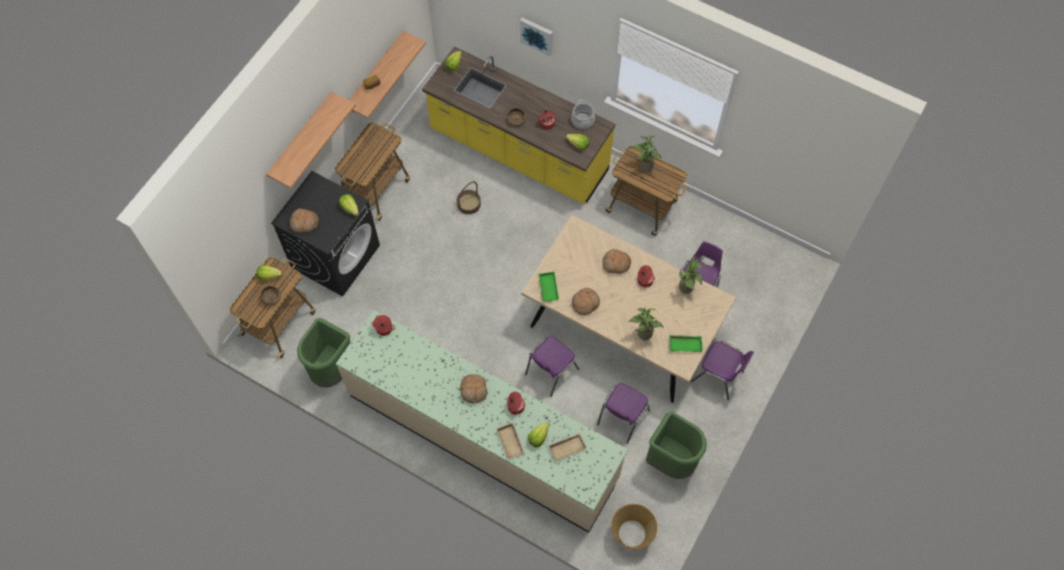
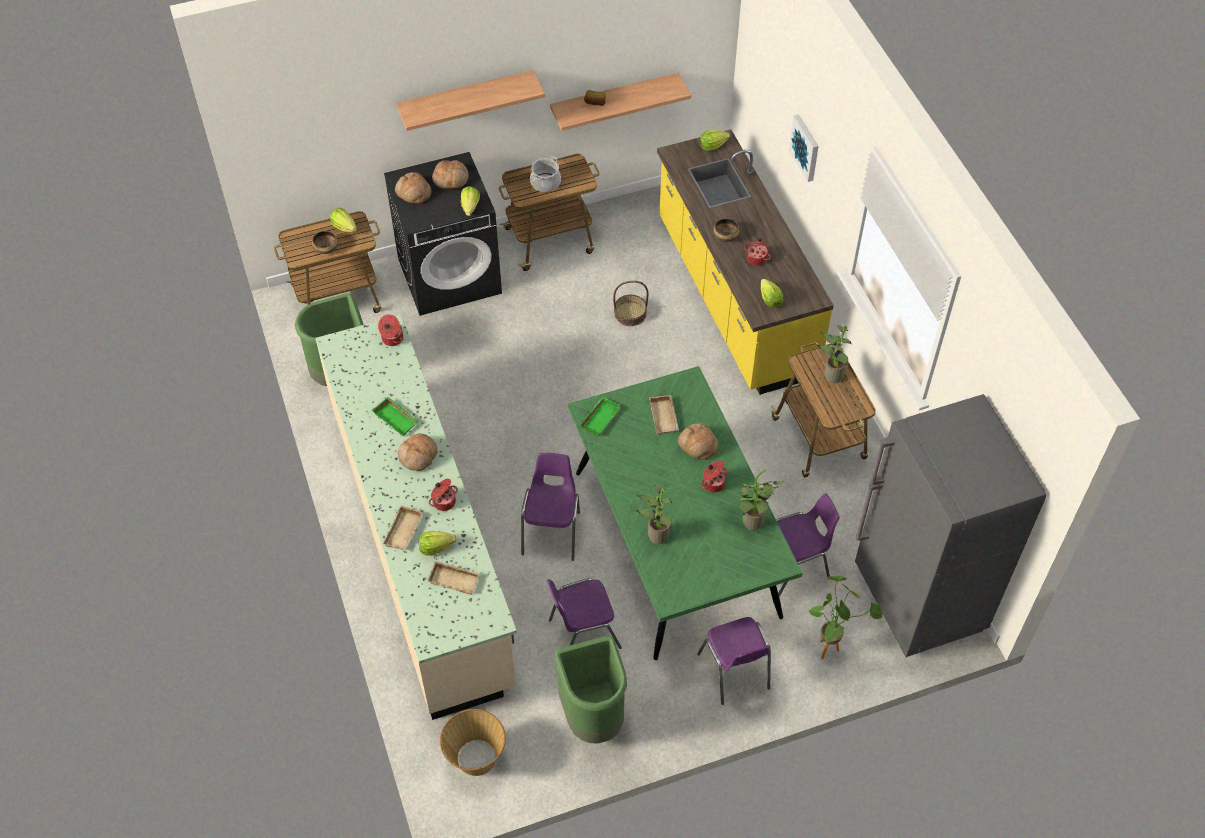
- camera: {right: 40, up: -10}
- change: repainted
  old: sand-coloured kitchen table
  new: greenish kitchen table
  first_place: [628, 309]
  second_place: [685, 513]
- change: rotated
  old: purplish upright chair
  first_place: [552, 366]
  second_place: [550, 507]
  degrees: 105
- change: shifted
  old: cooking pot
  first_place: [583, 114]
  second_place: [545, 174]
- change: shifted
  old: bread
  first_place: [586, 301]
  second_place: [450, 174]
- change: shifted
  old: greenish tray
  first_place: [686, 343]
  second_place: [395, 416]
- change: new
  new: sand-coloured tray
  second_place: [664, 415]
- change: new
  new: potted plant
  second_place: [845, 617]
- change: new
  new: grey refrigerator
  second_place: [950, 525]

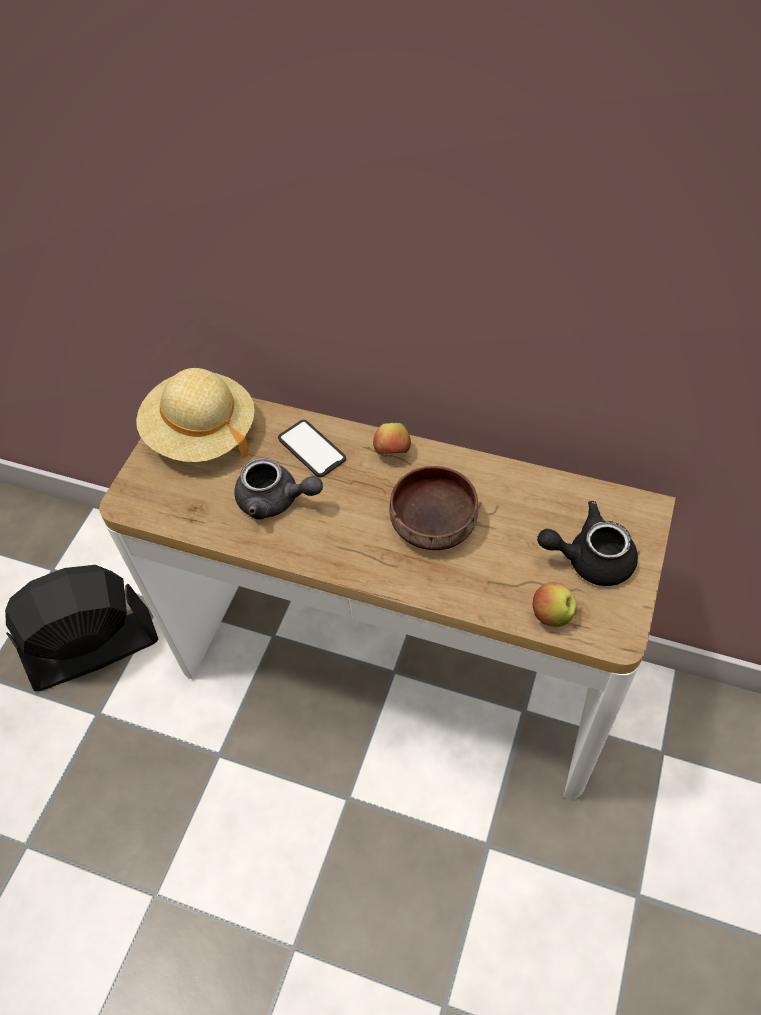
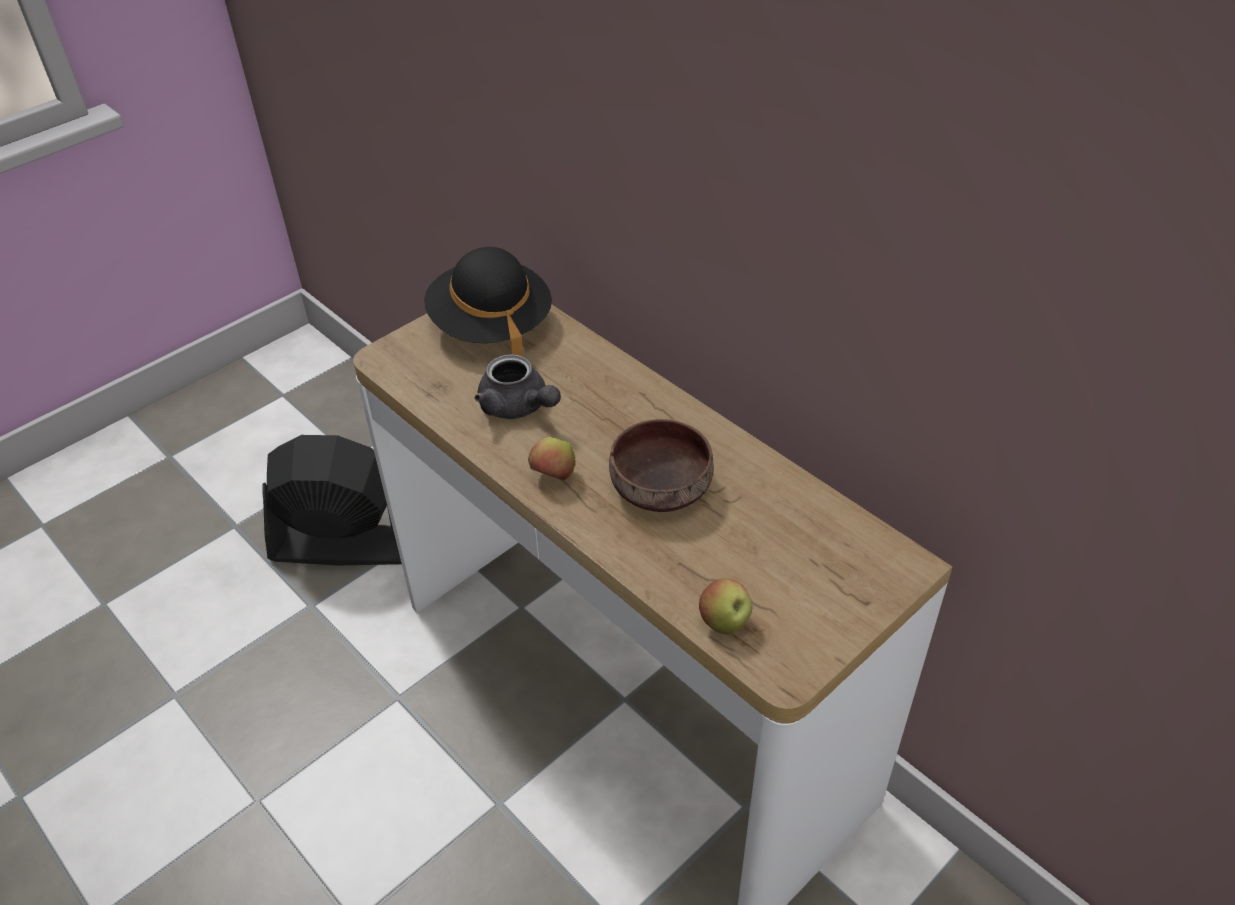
- camera: {right: 25, up: -10}
- change: repainted
  old: sand-coloured wearable hat
  new: black wearable hat
  first_place: [195, 415]
  second_place: [488, 301]
- change: gone
  old: telephone
  first_place: [312, 448]
- change: shifted
  old: apple
  first_place: [392, 438]
  second_place: [551, 459]
- change: gone
  old: black tea pot
  first_place: [587, 543]

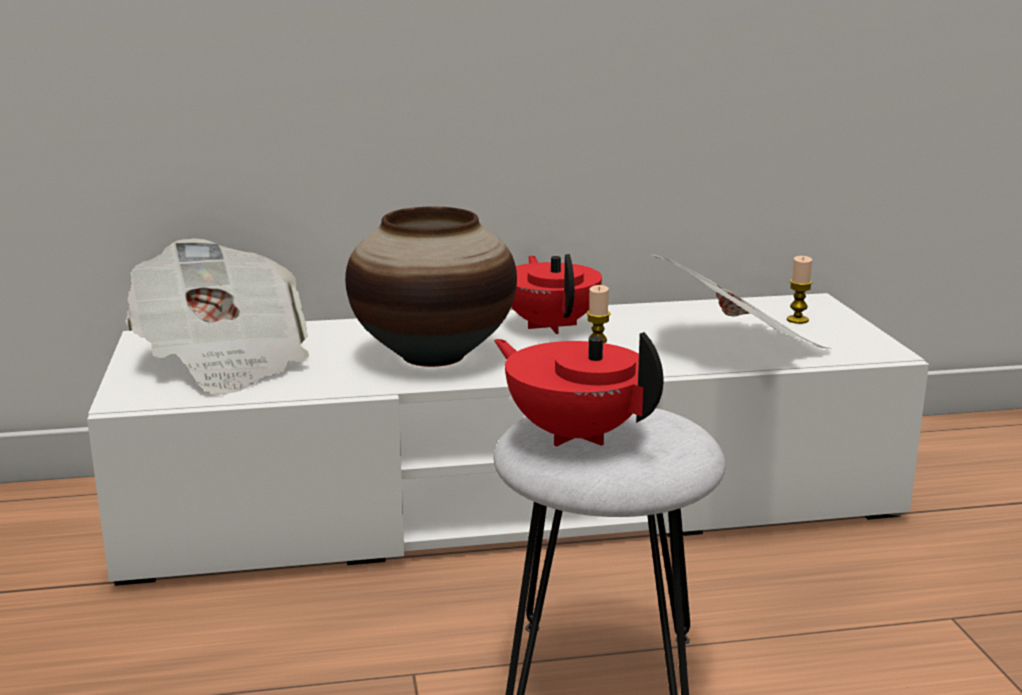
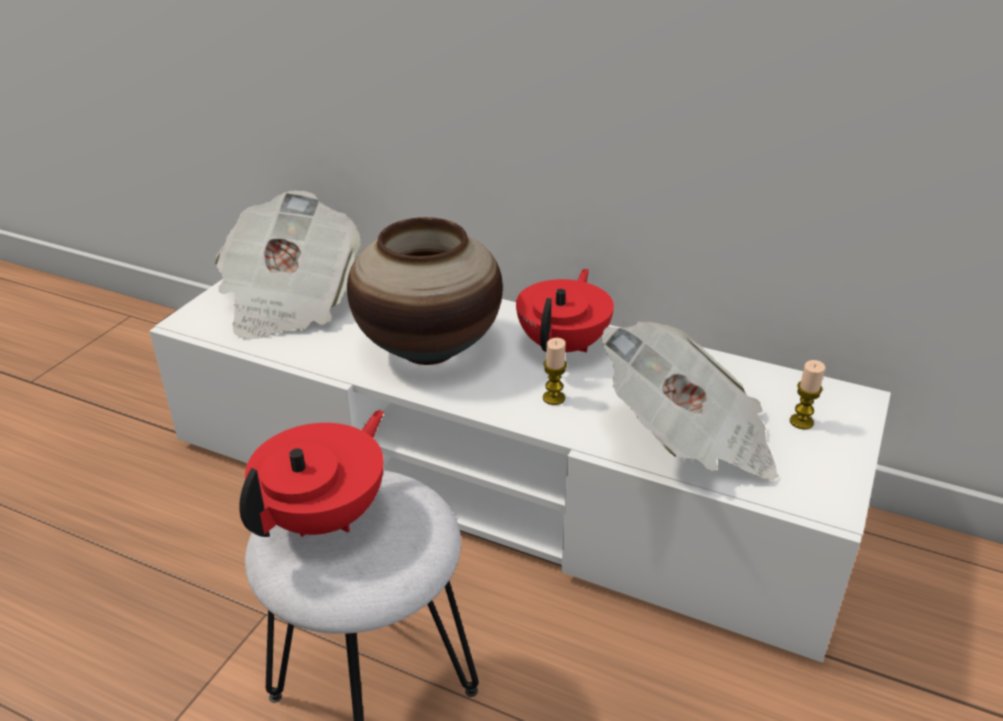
- camera: {right: 35, up: 15}
- change: rotated
  old: red tea pot
  first_place: [578, 389]
  second_place: [311, 473]
  degrees: 45

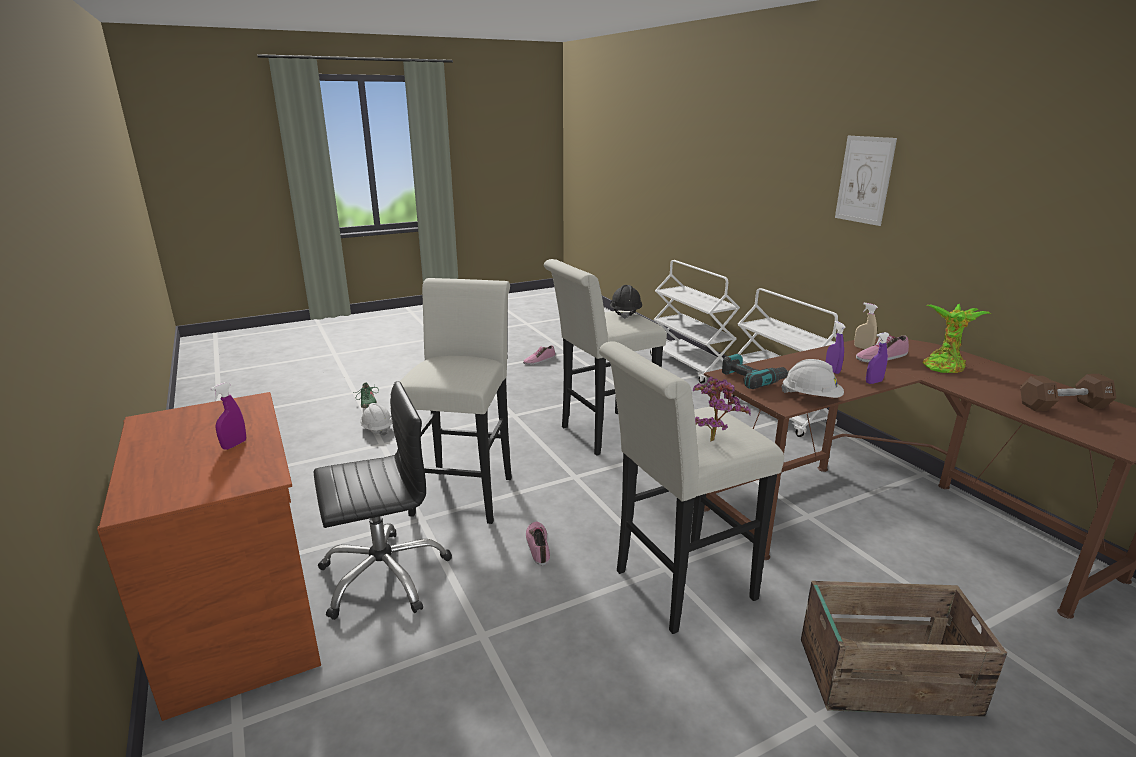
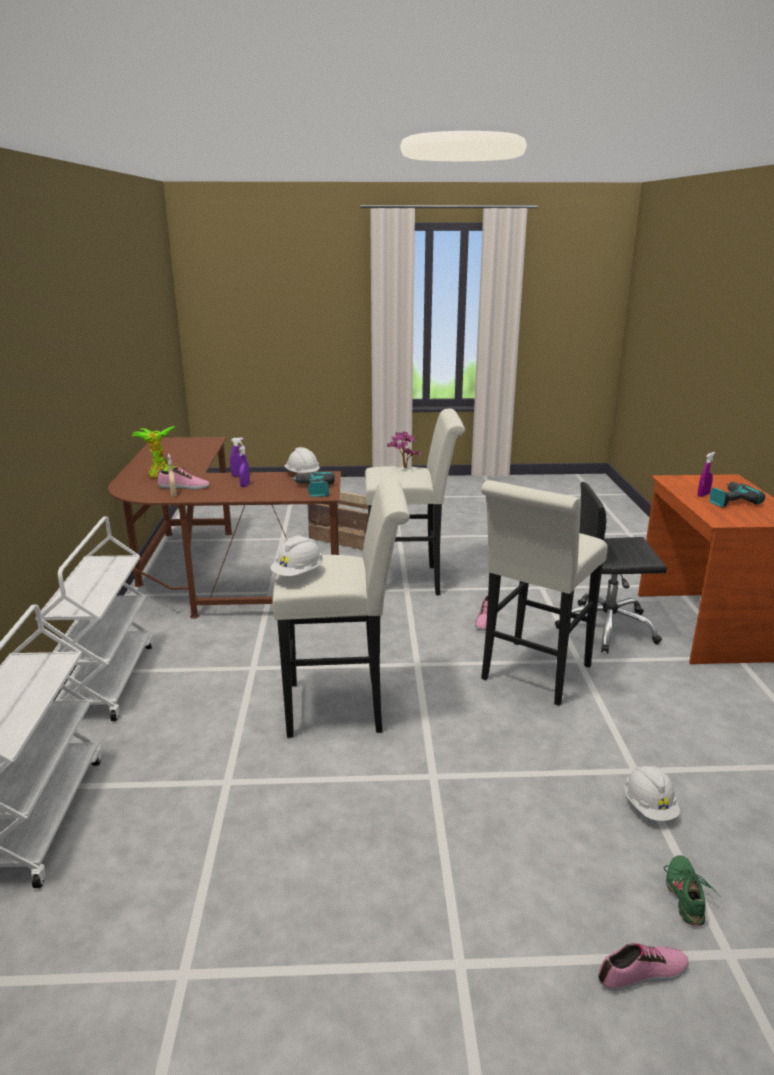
- camera: {right: -155, up: 0}
- change: shifted
  old: low shoe
  first_place: [539, 355]
  second_place: [643, 967]
- change: repainted
  old: black safety helmet
  new: white safety helmet
  first_place: [626, 302]
  second_place: [296, 555]
- change: gone
  old: picture
  first_place: [866, 181]
- change: gone
  old: brown-coloured free weight
  first_place: [1068, 392]
- change: new
  new: electric drill
  second_place: [737, 495]

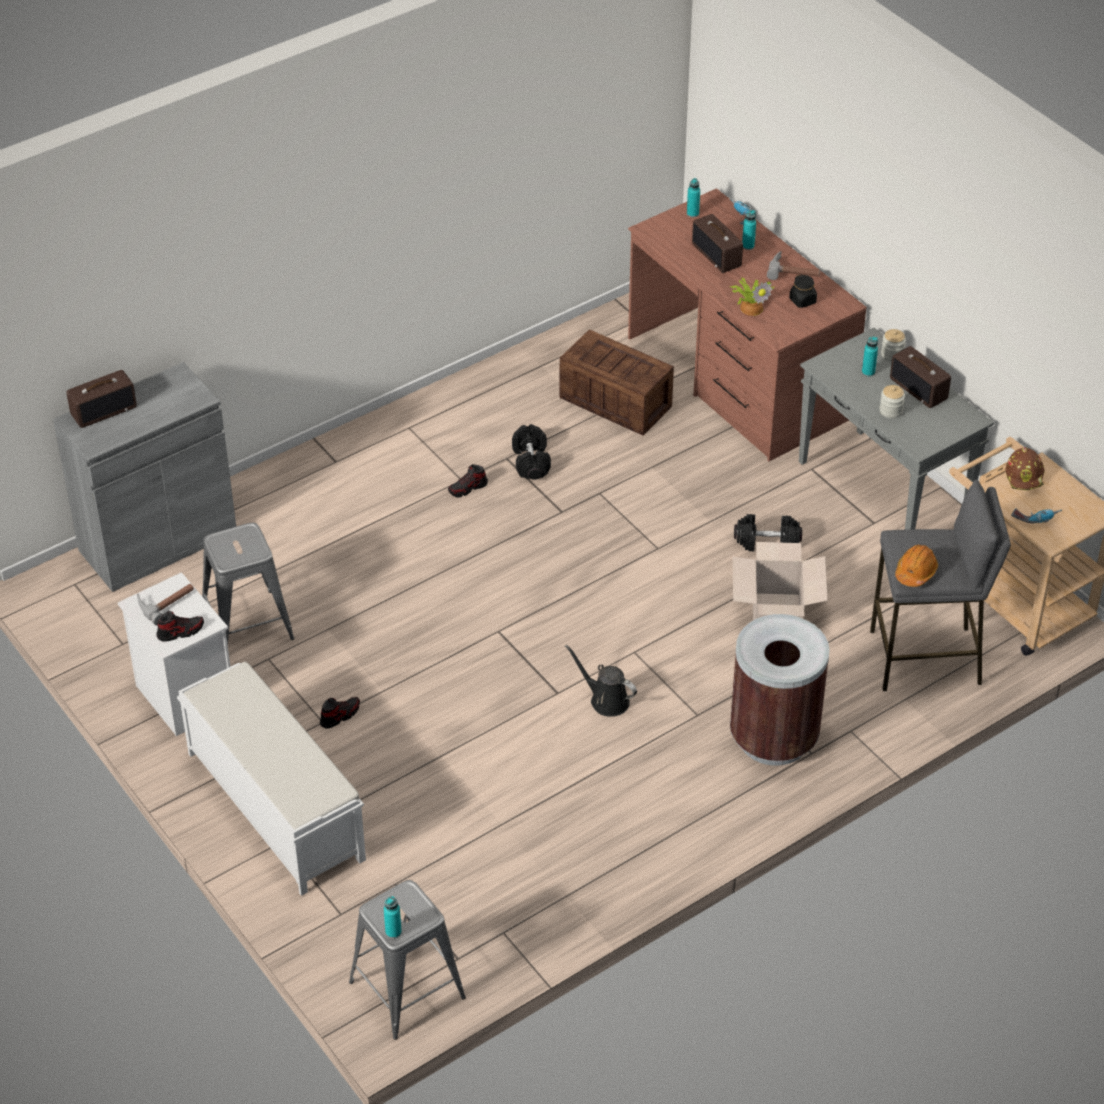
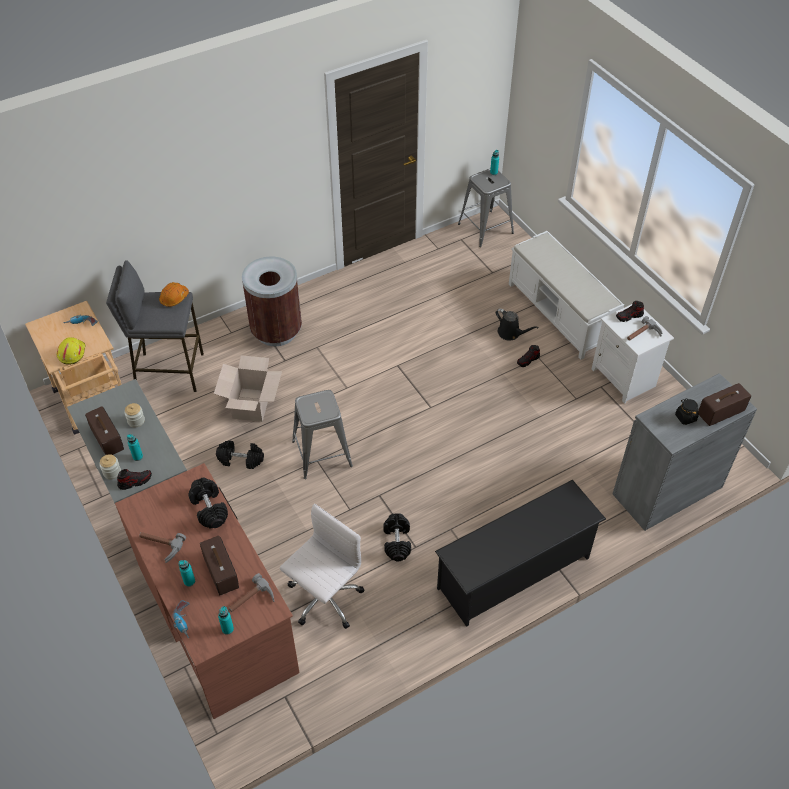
- camera: {right: -175, up: 5}
- change: shifted
  old: grey stool seat
  first_place: [248, 583]
  second_place: [322, 434]
- change: shifted
  old: low shoe
  first_place: [468, 480]
  second_place: [134, 479]
- change: swapped
  old: packing crate
  new: white computer chair
  first_place: [617, 382]
  second_place: [322, 566]
- change: shifted
  old: black sprinkling can
  first_place: [601, 680]
  second_place: [517, 324]
- change: swapped
  old: potted plant
  new: black free weight
  first_place: [752, 297]
  second_place: [208, 503]
- change: shifted
  old: black storage jar
  first_place: [803, 291]
  second_place: [687, 411]
- change: repainted
  old: brown-coloured safety helmet
  new: yellow-coloured safety helmet
  first_place: [1025, 468]
  second_place: [71, 351]
- change: new
  new: hammer
  second_place: [251, 592]
- change: new
  new: black shoe shelf
  second_place: [520, 553]

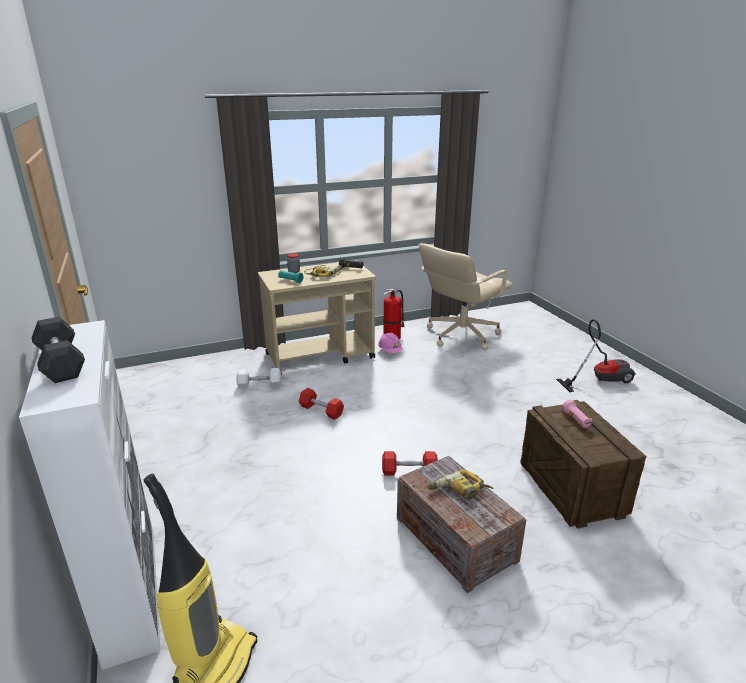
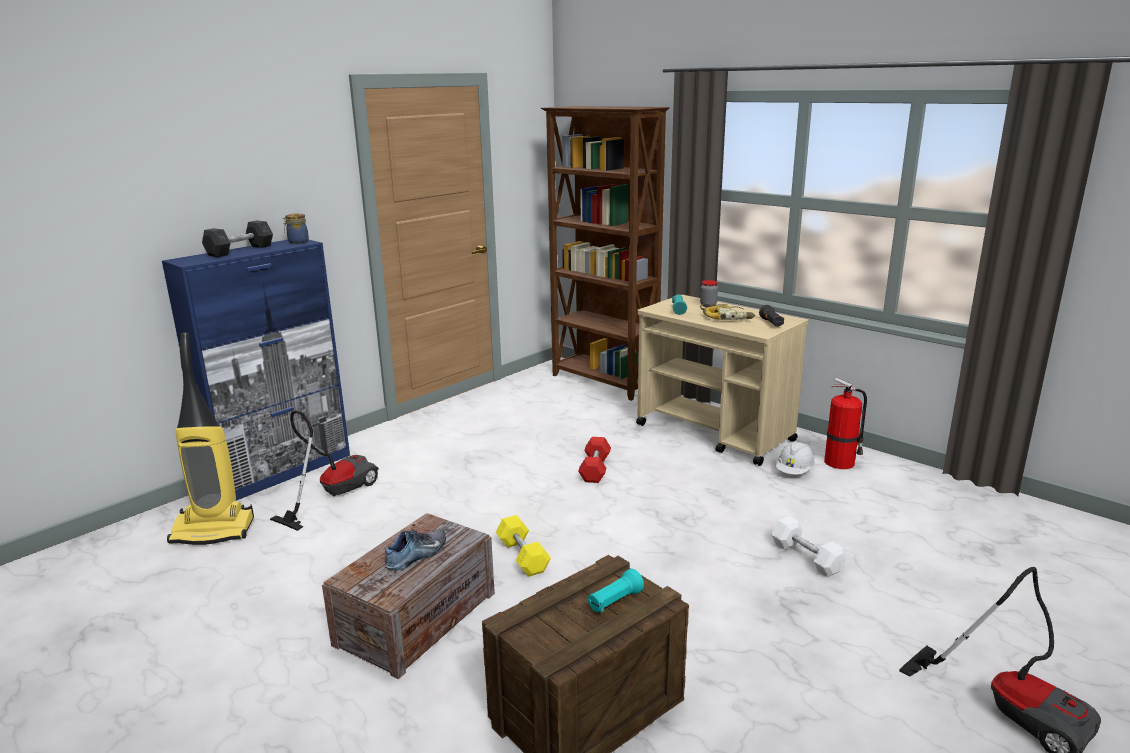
- camera: {right: 65, up: -5}
- change: repainted
  old: white cupboard
  new: blue-coloured cupboard
  first_place: [90, 495]
  second_place: [256, 370]
- change: shifted
  old: white free weight
  first_place: [258, 378]
  second_place: [809, 546]
- change: repainted
  old: pink safety helmet
  new: white safety helmet
  first_place: [390, 342]
  second_place: [795, 458]
- change: repainted
  old: red free weight
  new: yellow-coloured free weight
  first_place: [410, 463]
  second_place: [523, 546]
- change: gone
  old: sand-coloured computer chair
  first_place: [466, 296]
- change: swapped
  old: electric drill
  new: low shoe
  first_place: [460, 485]
  second_place: [415, 550]
- change: repainted
  old: pink flashlight
  new: turquoise-coloured flashlight
  first_place: [577, 414]
  second_place: [616, 590]
- change: new
  new: vacuum
  second_place: [324, 470]
- change: new
  new: storage jar
  second_place: [296, 228]
- change: new
  new: brown-coloured bookcase
  second_place: [605, 253]

